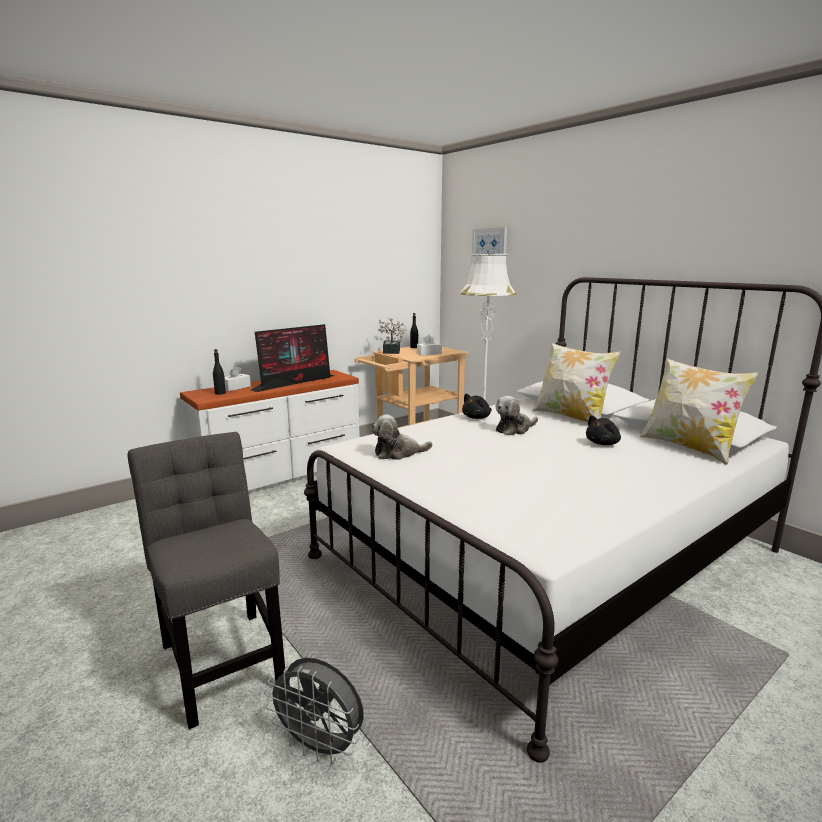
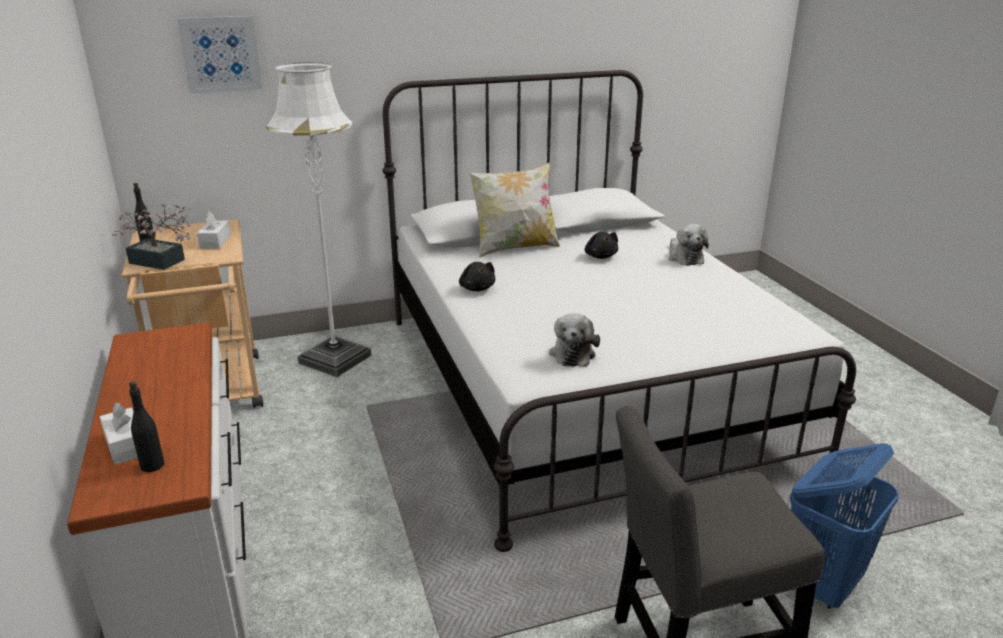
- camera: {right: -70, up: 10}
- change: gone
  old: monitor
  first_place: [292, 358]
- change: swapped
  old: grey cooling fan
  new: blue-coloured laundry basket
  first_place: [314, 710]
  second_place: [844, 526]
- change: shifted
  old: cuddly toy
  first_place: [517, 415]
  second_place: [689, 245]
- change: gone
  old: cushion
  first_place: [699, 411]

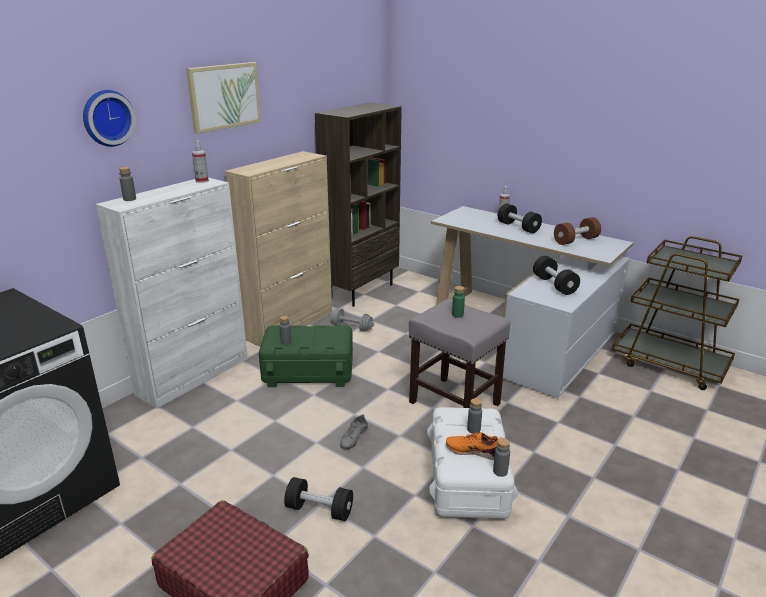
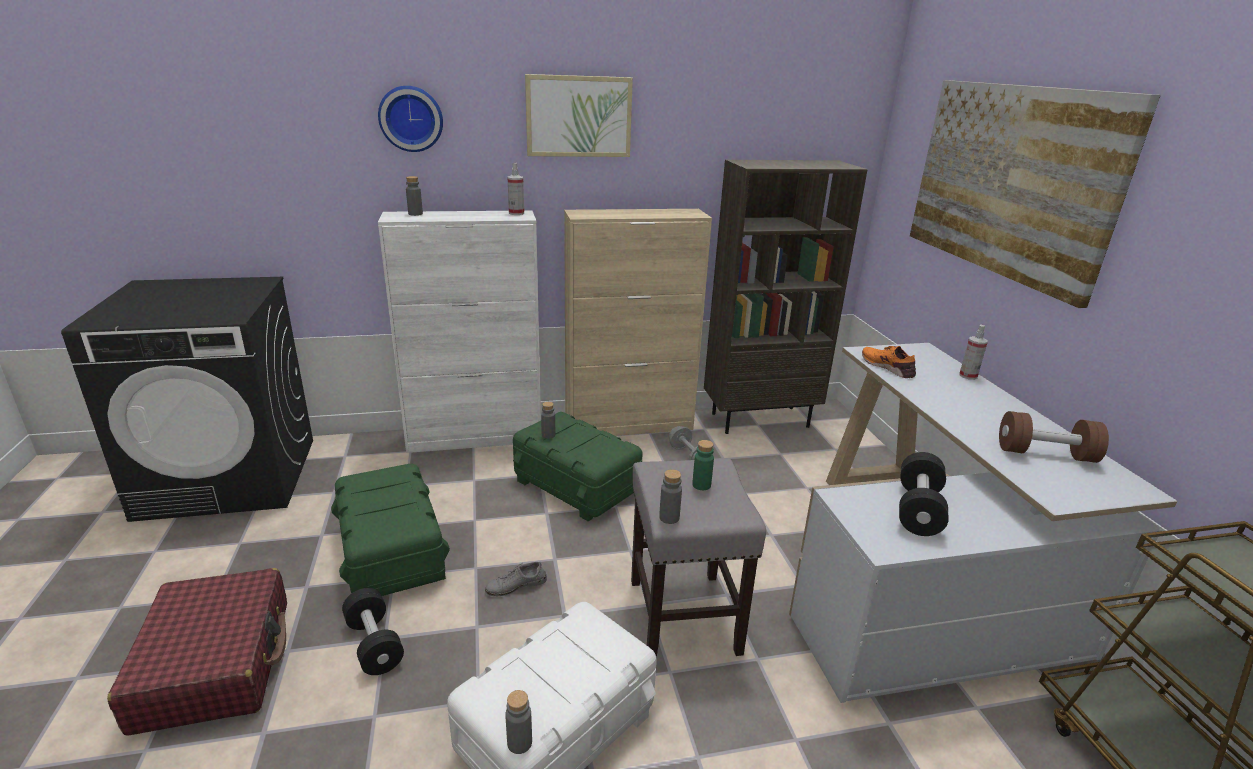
- camera: {right: 40, up: 0}
- change: shifted
  old: orange-coloured low shoe
  first_place: [472, 446]
  second_place: [889, 362]
- change: shifted
  old: grey drink bottle
  first_place: [474, 416]
  second_place: [670, 496]
- change: gone
  old: black free weight
  first_place: [520, 218]
- change: new
  new: greenish storage container
  second_place: [390, 530]
- change: new
  new: picture
  second_place: [1035, 194]

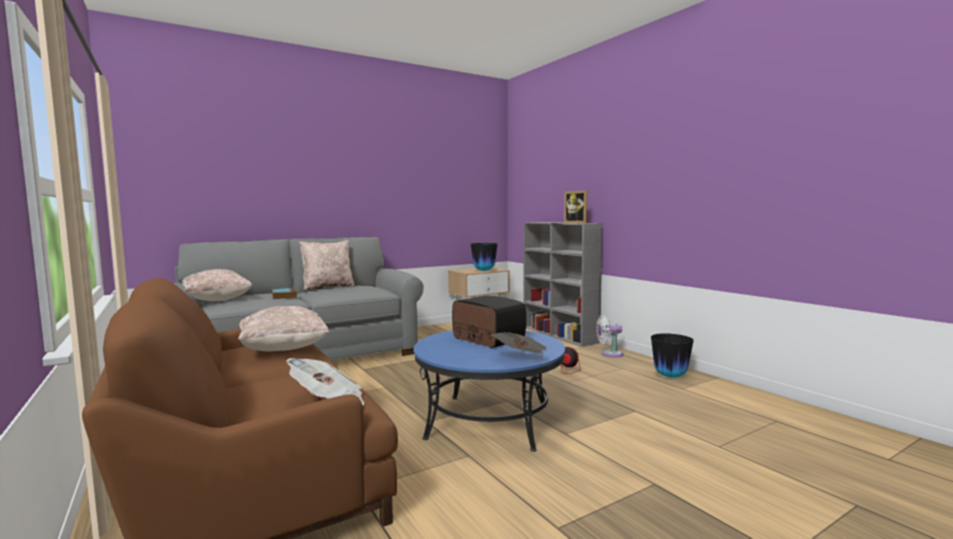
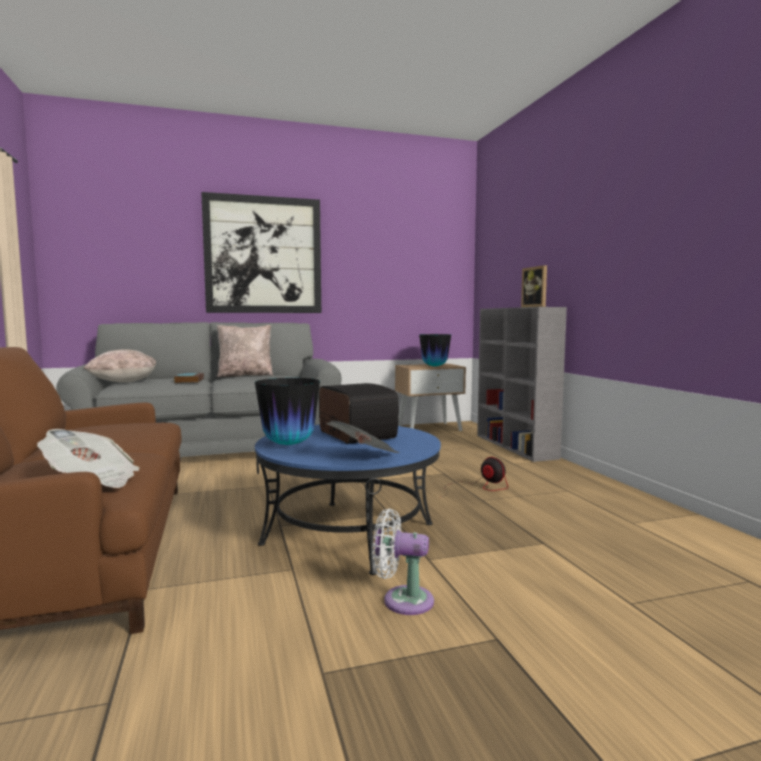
- camera: {right: 15, up: 0}
- change: gone
  old: sand-coloured cushion
  first_place: [283, 328]
- change: shifted
  old: white cooling fan
  first_place: [610, 336]
  second_place: [403, 562]
- change: shifted
  old: decorative vase
  first_place: [672, 355]
  second_place: [287, 411]
- change: new
  new: picture
  second_place: [261, 252]

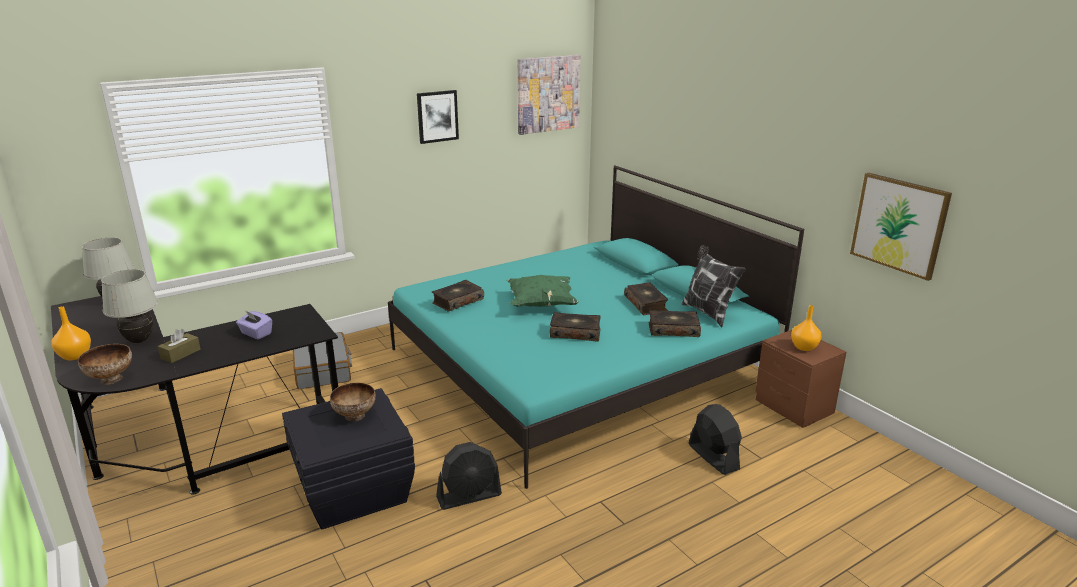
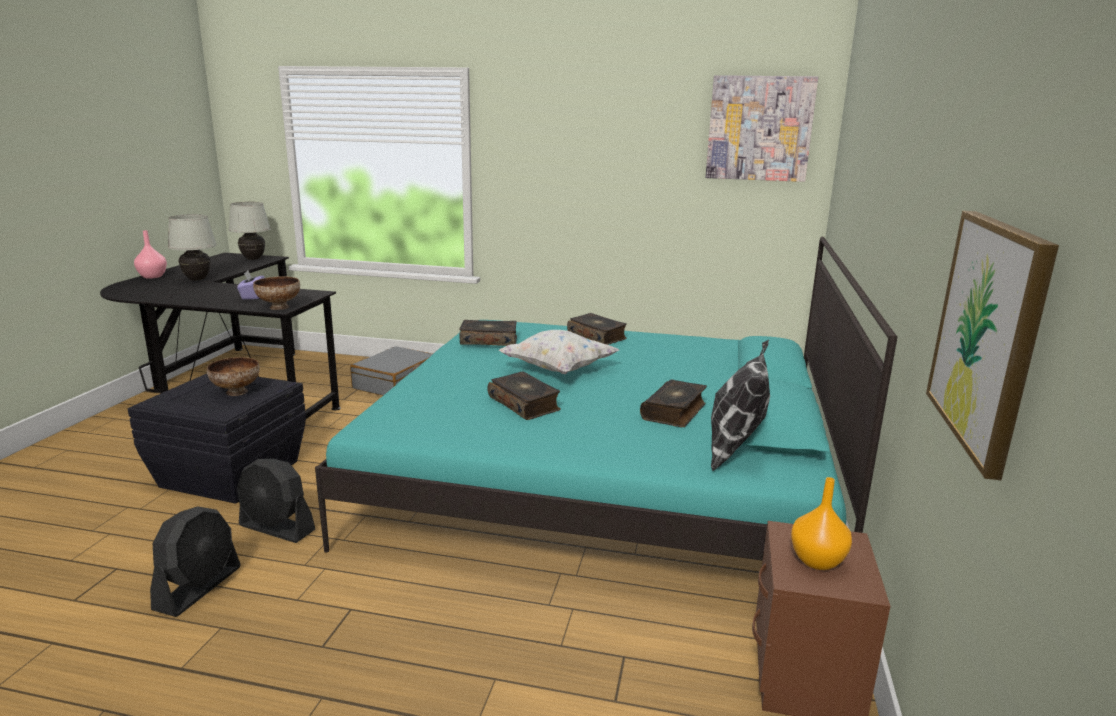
- camera: {right: 45, up: -5}
- change: repainted
  old: orange-coloured decorative vase
  new: pink decorative vase
  first_place: [71, 333]
  second_place: [150, 254]
- change: shifted
  old: deep dish
  first_place: [105, 364]
  second_place: [276, 293]
- change: gone
  old: brown-coloured tissue box
  first_place: [179, 346]
- change: gone
  old: picture
  first_place: [438, 117]
- change: repainted
  old: greenish cushion
  new: white cushion
  first_place: [543, 291]
  second_place: [559, 352]
- change: shifted
  old: book
  first_place: [674, 323]
  second_place: [597, 329]
- change: shifted
  old: black cooling fan
  first_place: [715, 439]
  second_place: [195, 561]

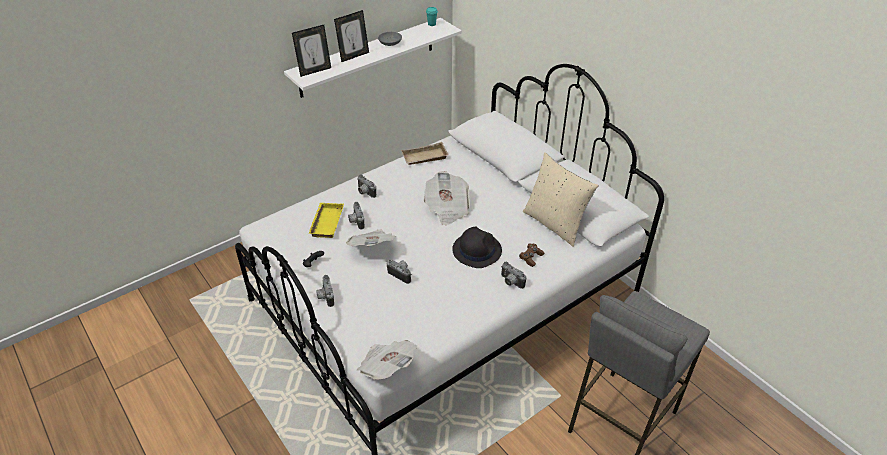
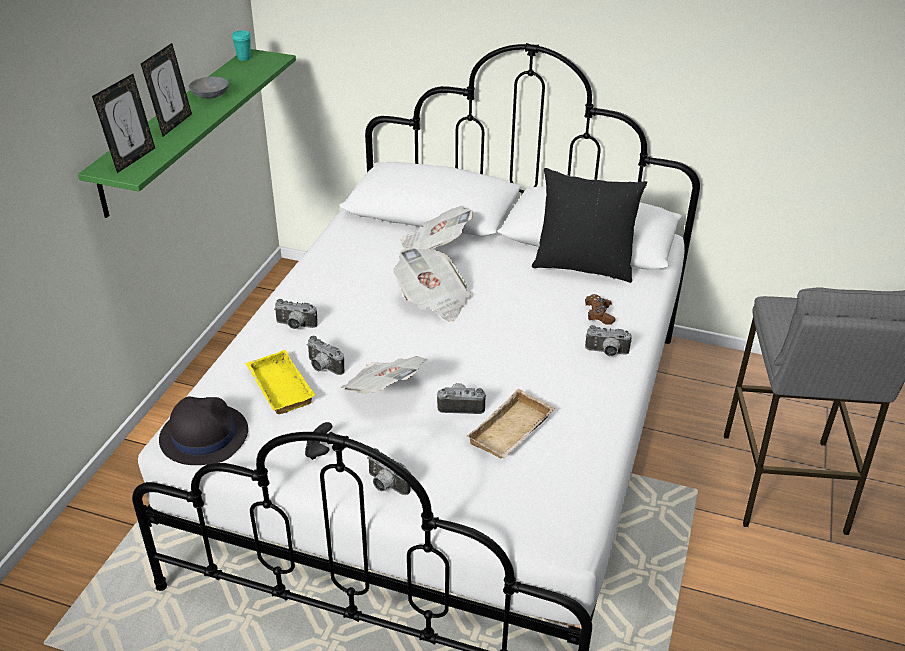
- camera: {right: -35, up: -5}
- change: repainted
  old: white bracket shelf
  new: greenish bracket shelf
  first_place: [373, 58]
  second_place: [187, 133]
- change: shifted
  old: printed paper
  first_place: [387, 360]
  second_place: [436, 227]
- change: shifted
  old: sand-coloured tray
  first_place: [425, 153]
  second_place: [511, 423]
- change: shifted
  old: black wearable hat
  first_place: [477, 247]
  second_place: [203, 431]
- change: repainted
  old: sand-coloured cushion
  new: black cushion
  first_place: [561, 199]
  second_place: [589, 225]

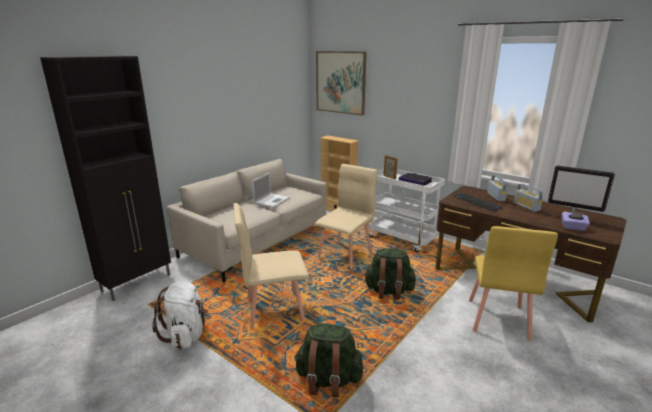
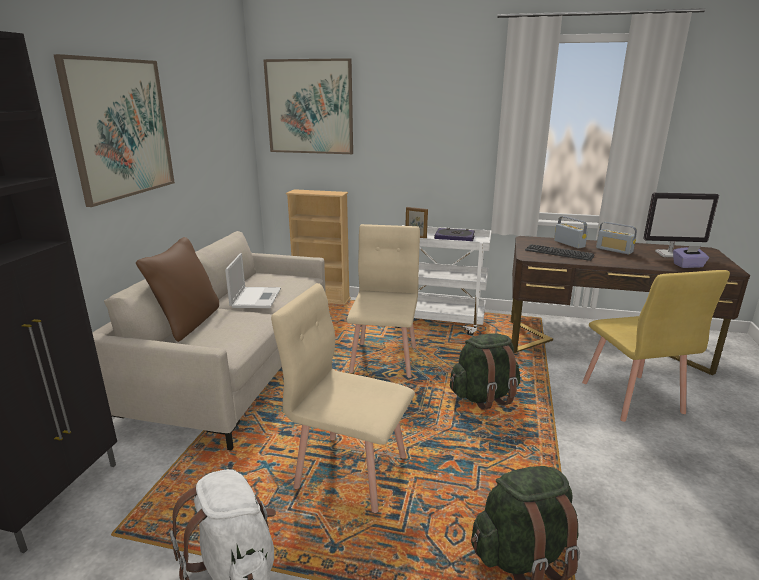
- camera: {right: -25, up: 0}
- change: rotated
  old: sand-coloured upright chair
  first_place: [271, 266]
  second_place: [343, 398]
  degrees: 60
- change: new
  new: picture
  second_place: [114, 130]
- change: new
  new: brown-coloured cushion
  second_place: [177, 289]

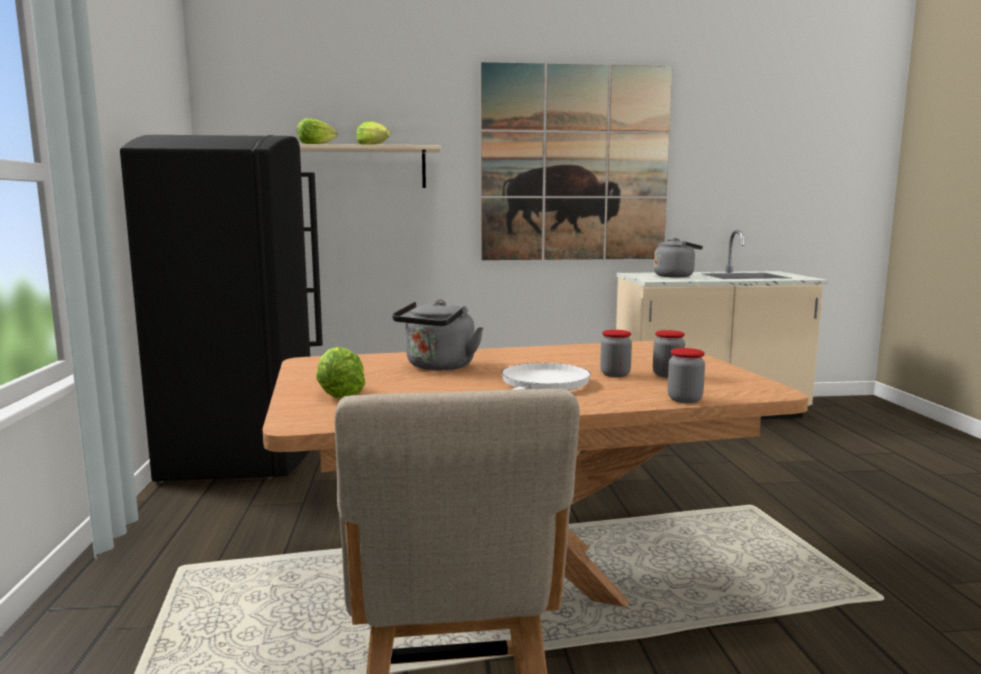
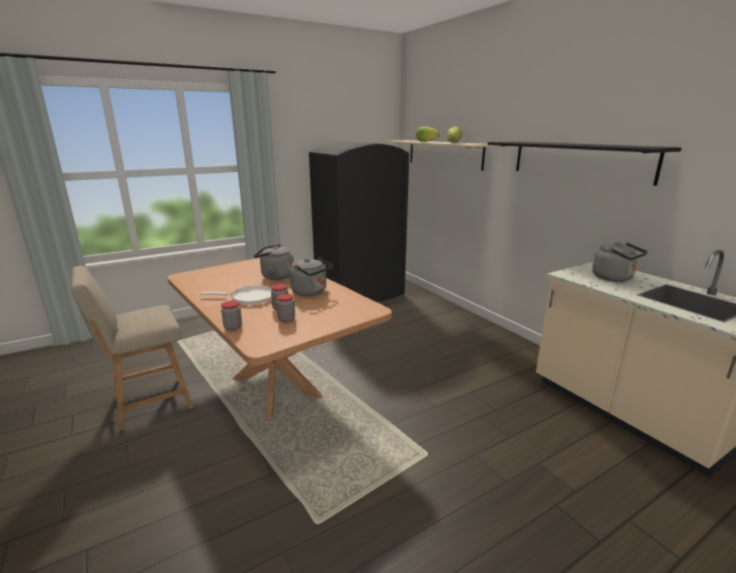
- camera: {right: 65, up: 10}
- change: gone
  old: lettuce head
  first_place: [340, 372]
- change: swapped
  old: picture
  new: black bracket shelf
  first_place: [577, 161]
  second_place: [584, 163]
- change: new
  new: grey kettle
  second_place: [311, 276]

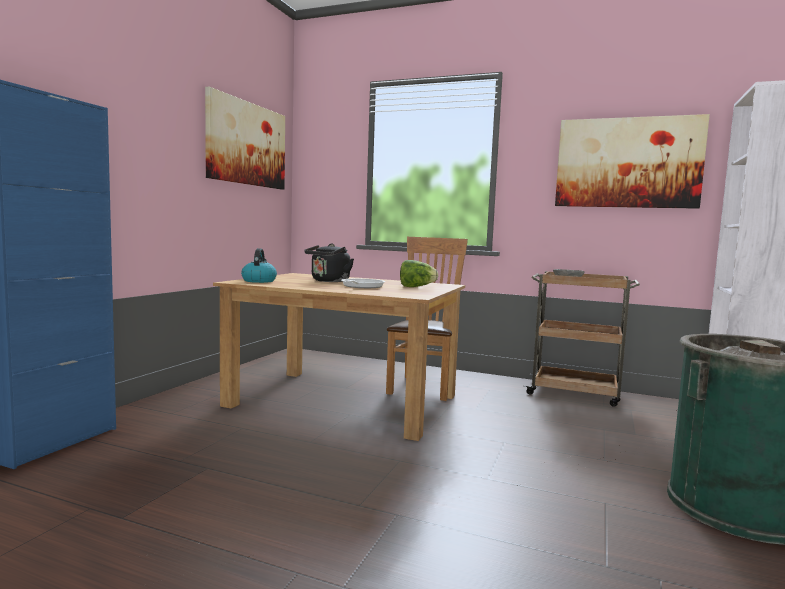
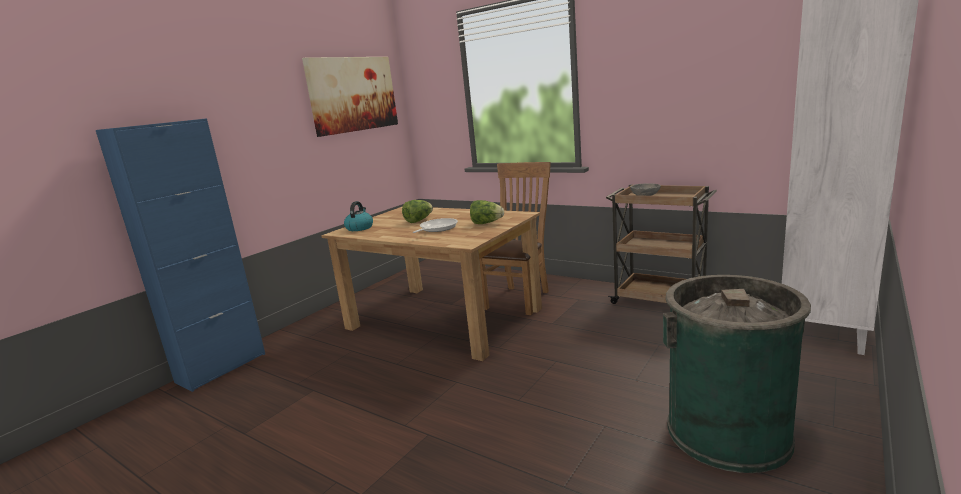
- camera: {right: 15, up: 10}
- change: swapped
  old: black kettle
  new: lettuce head
  first_place: [329, 263]
  second_place: [417, 211]
- change: gone
  old: picture
  first_place: [632, 161]

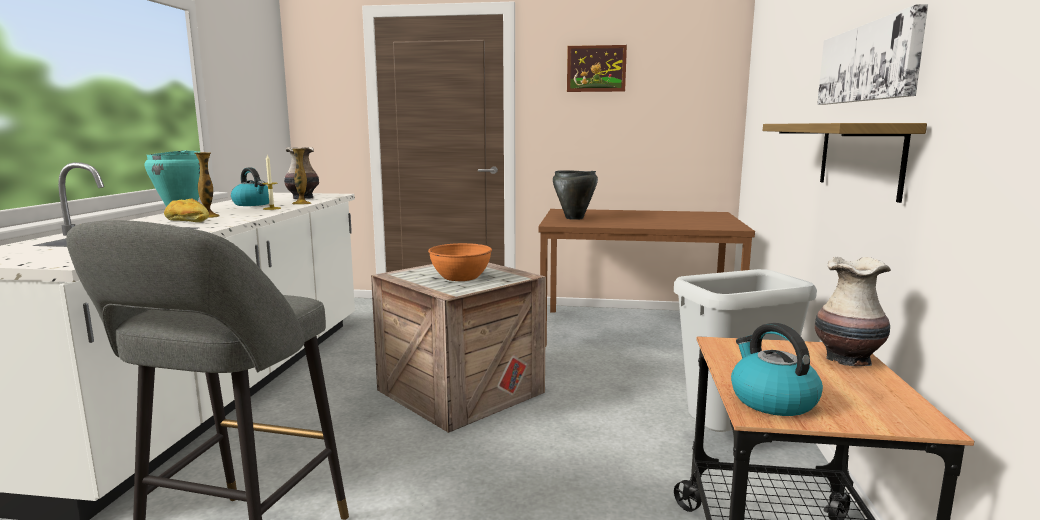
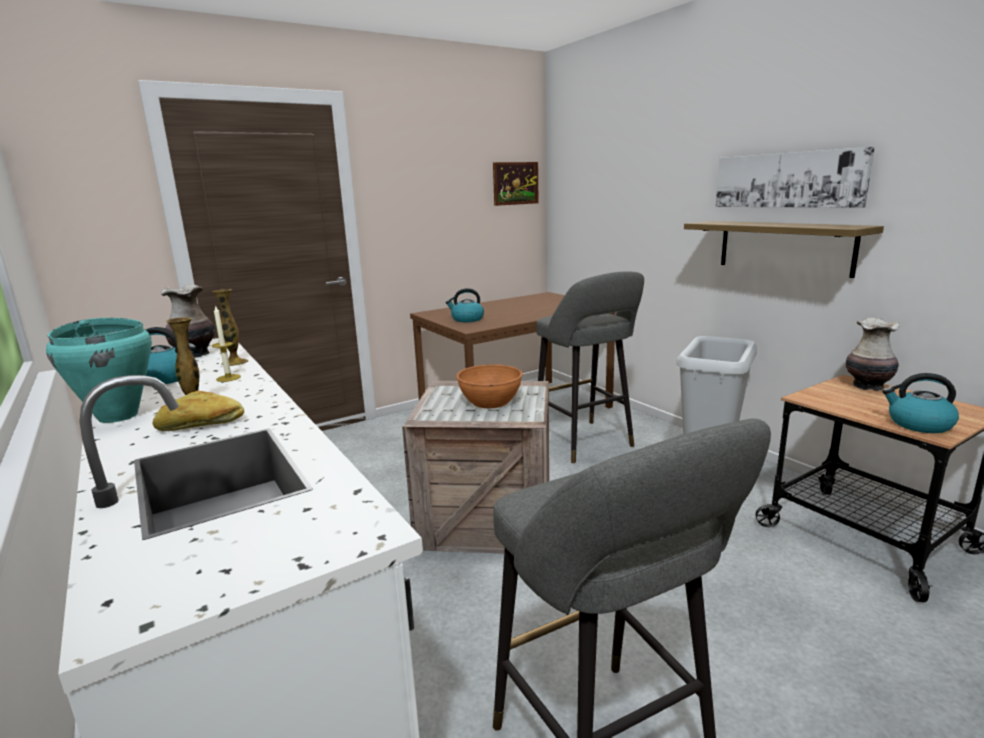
- camera: {right: -40, up: 5}
- change: swapped
  old: black cooking pot
  new: kettle
  first_place: [575, 195]
  second_place: [465, 305]
- change: shifted
  old: picture
  first_place: [597, 68]
  second_place: [515, 184]
- change: new
  new: grey stool seat
  second_place: [590, 367]

